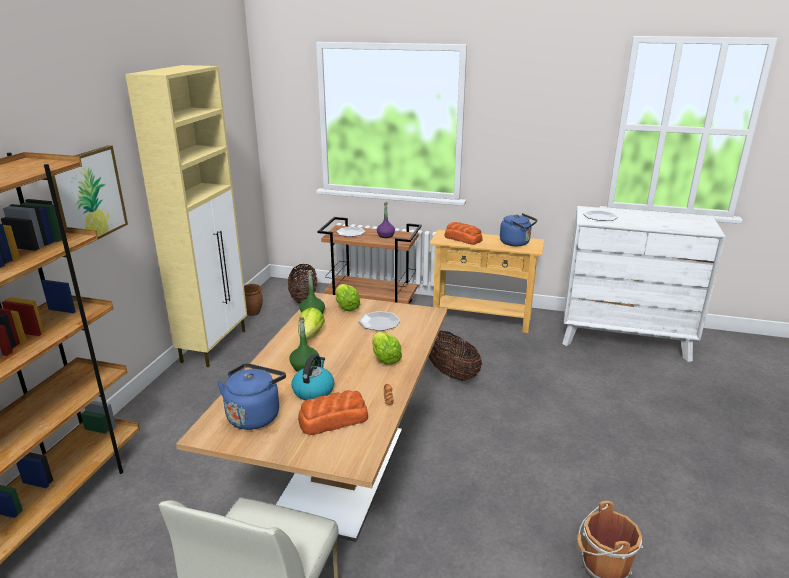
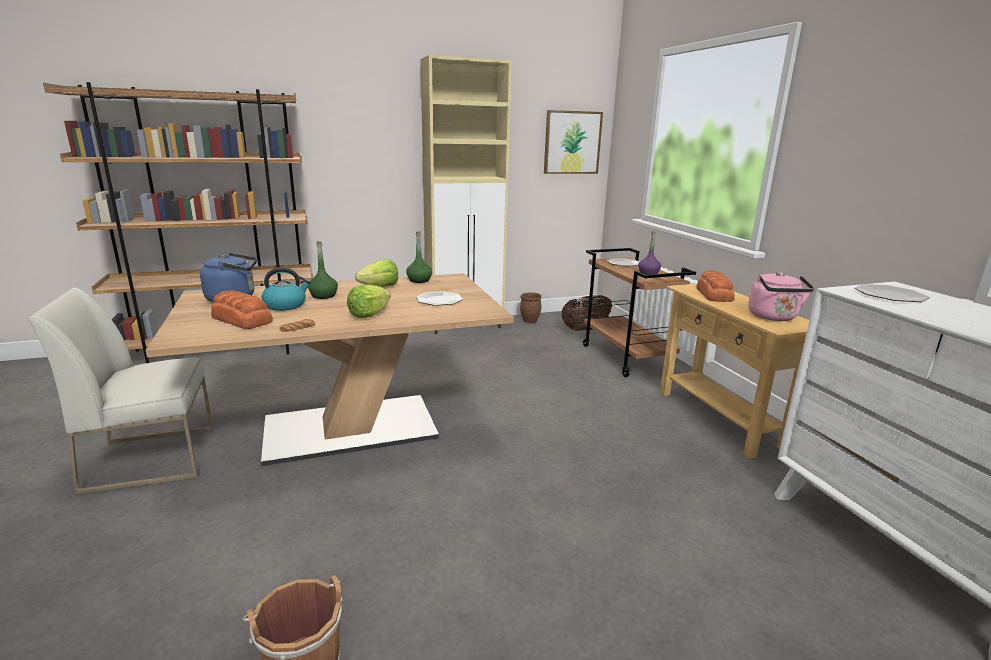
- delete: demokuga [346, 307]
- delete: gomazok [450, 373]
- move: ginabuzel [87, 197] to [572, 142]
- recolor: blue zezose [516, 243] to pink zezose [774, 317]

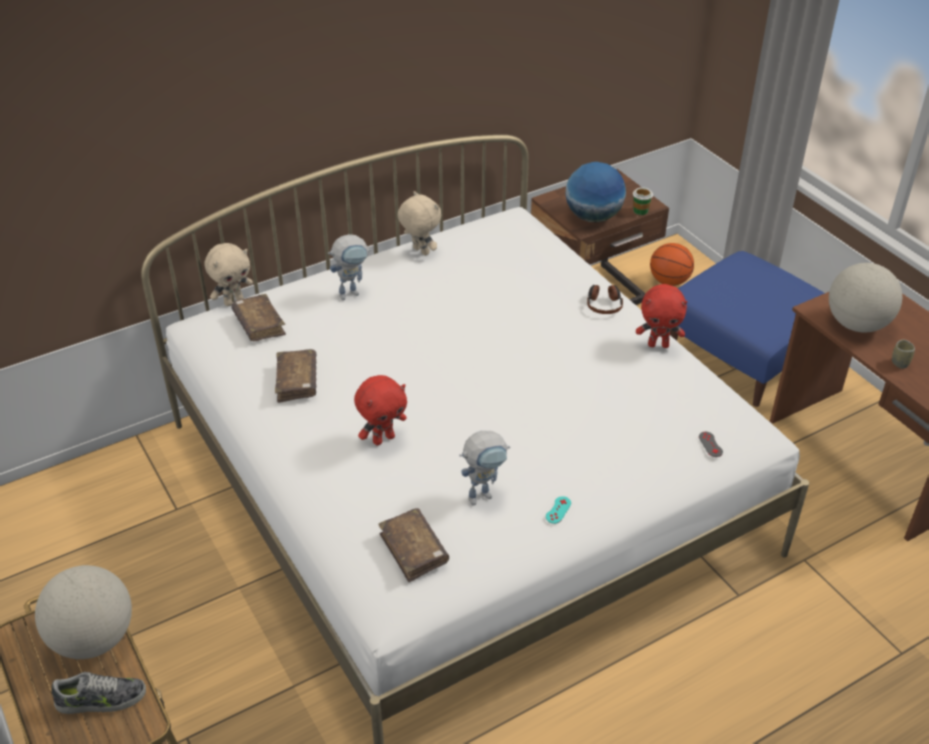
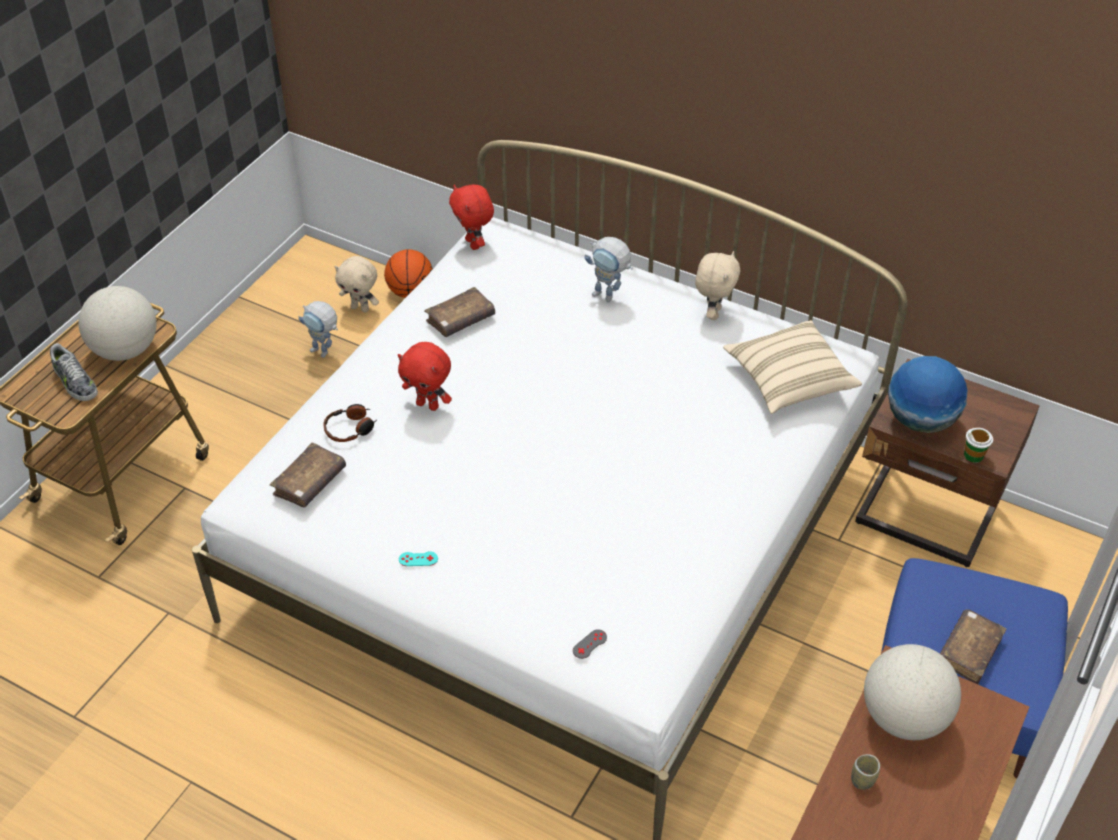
- insert: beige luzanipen [789, 380]
- move: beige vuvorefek [233, 301] to [360, 308]
- move: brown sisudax [259, 324] to [969, 651]
- move: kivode [484, 494] to [324, 353]
- move: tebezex [604, 304] to [350, 429]
- move: red vuvorefek [658, 344] to [474, 244]
- move: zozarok [668, 281] to [410, 291]

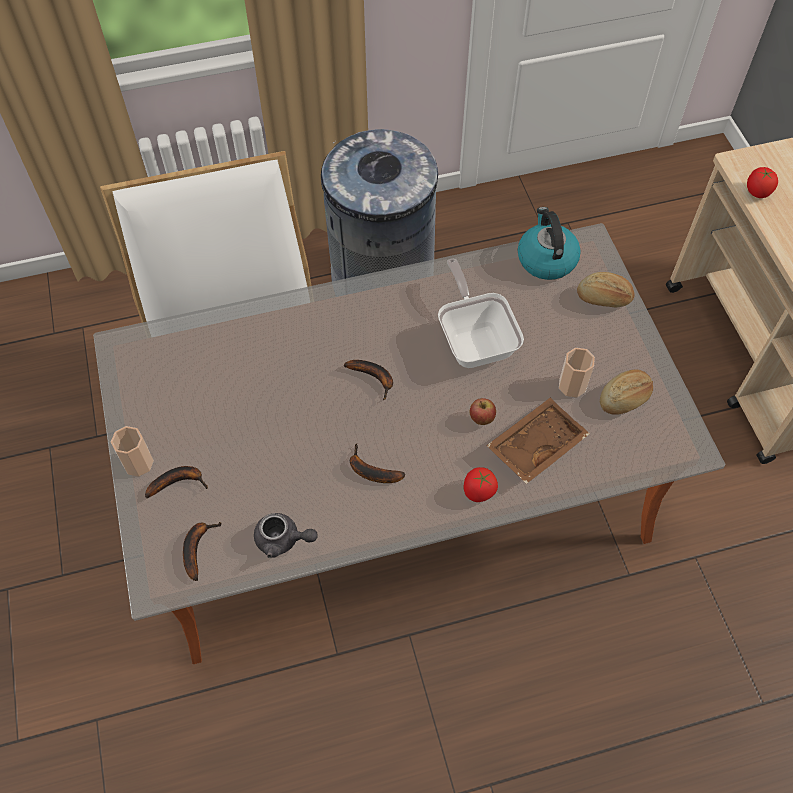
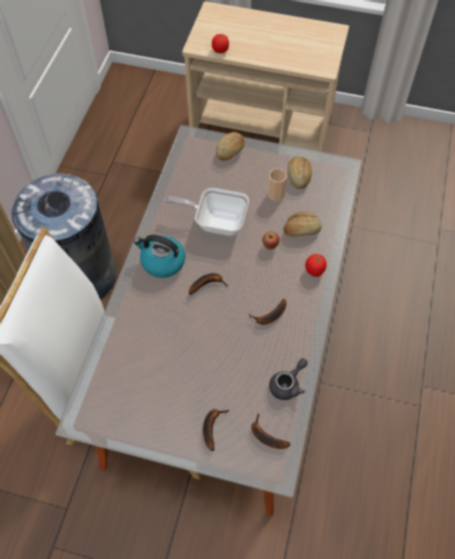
- delete: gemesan [138, 463]
- move: zezose [546, 259] to [162, 262]
- replace: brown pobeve [535, 445] to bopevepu [301, 230]

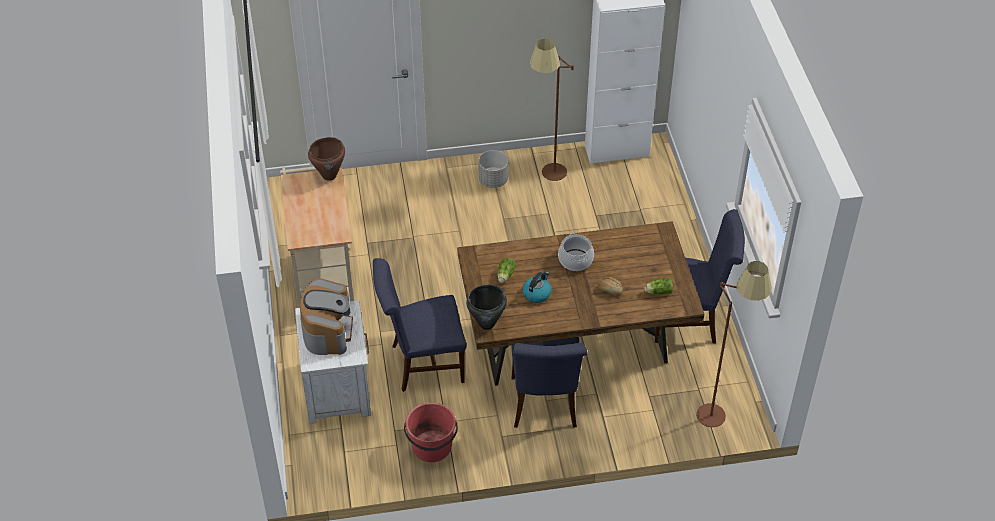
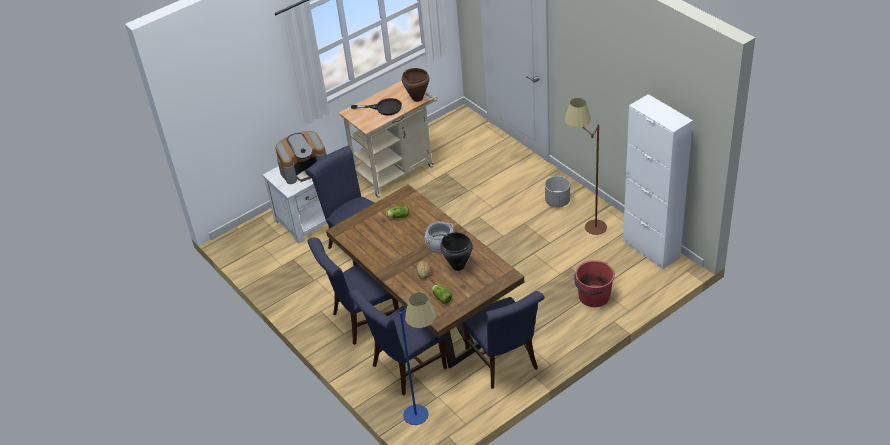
- delete: zezose [537, 293]
- insert: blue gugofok [405, 368]
- insert: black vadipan [383, 108]
- move: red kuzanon [432, 447] to [593, 296]
- move: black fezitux [487, 324] to [458, 266]
- recolor: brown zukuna [721, 409] to blue zukuna [426, 418]

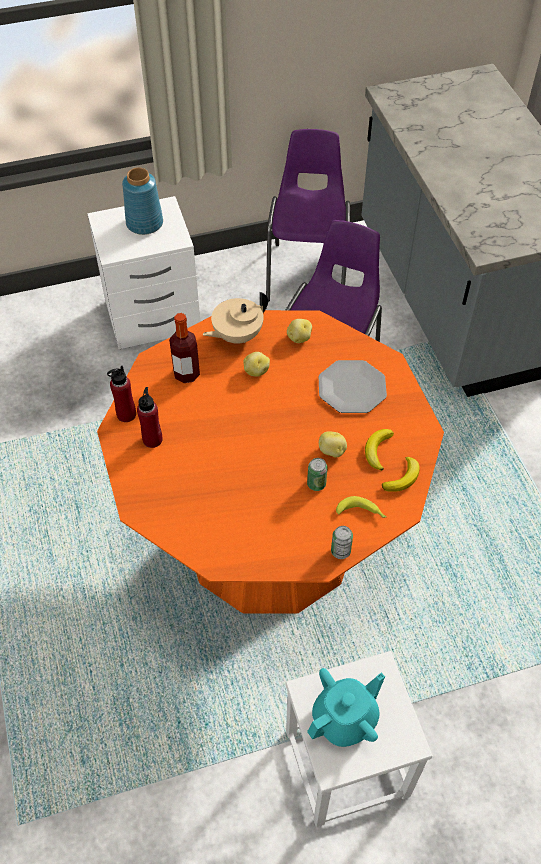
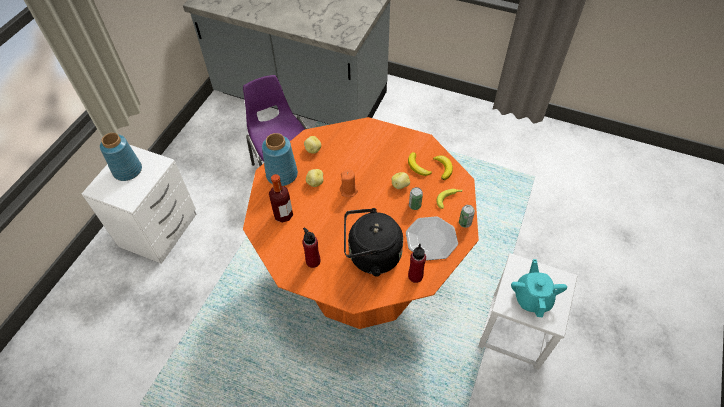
- delete: purple gugofok [308, 272]
- insert: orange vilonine [348, 190]
- insert: black zezose [371, 256]
- move: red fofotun [126, 414] to [415, 276]
- move: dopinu [352, 388] to [431, 239]
- replace: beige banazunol [237, 335] to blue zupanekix [281, 175]

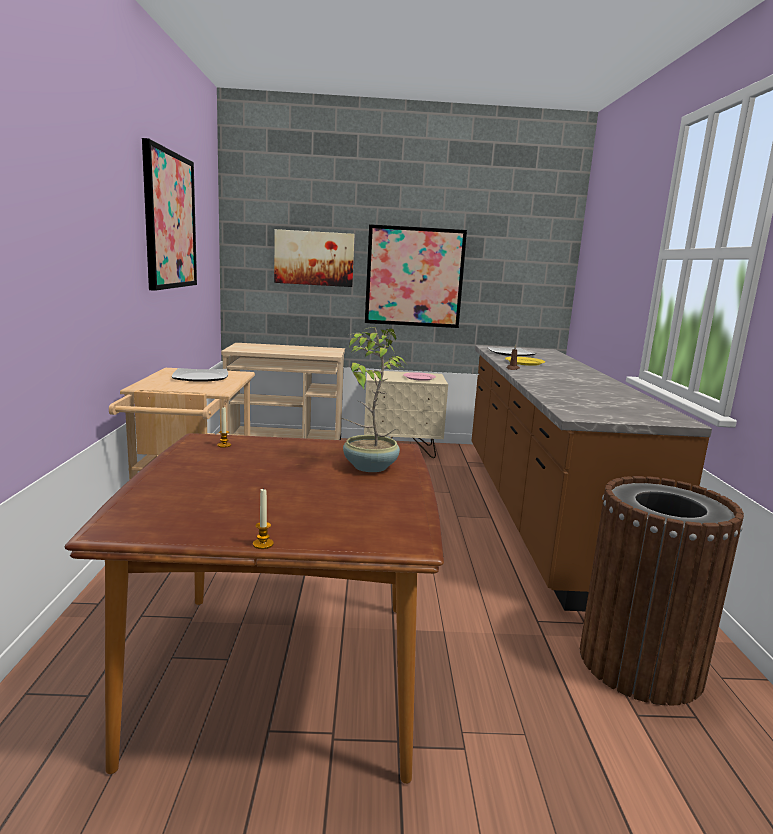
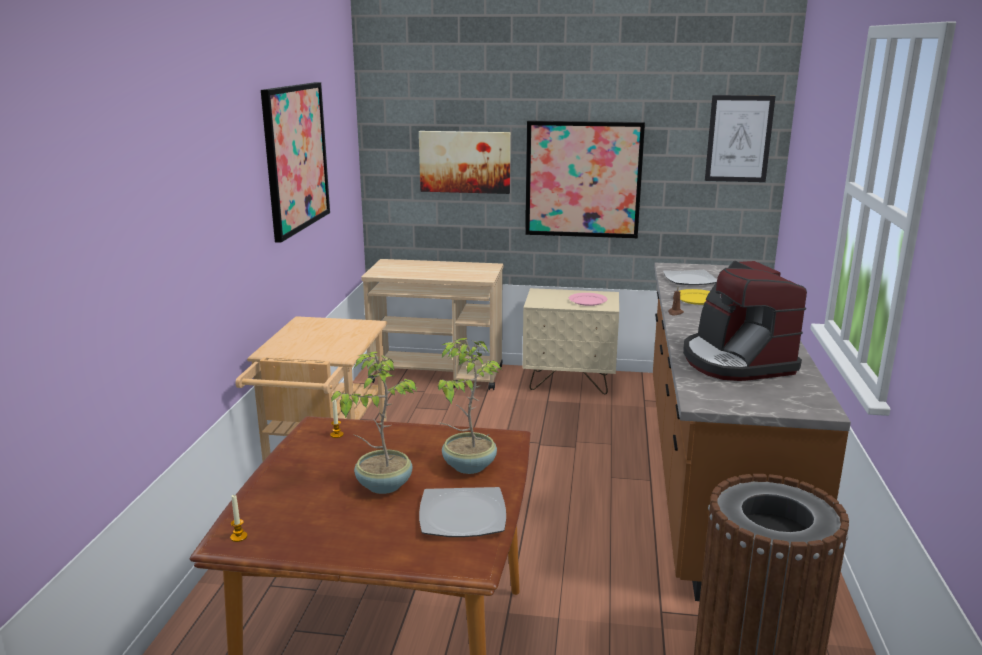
- insert: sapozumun [383, 485]
- insert: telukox [735, 361]
- insert: ginabuzel [739, 139]
- move: dopinu [201, 377] to [463, 516]
- move: vilonine [263, 544] to [239, 537]

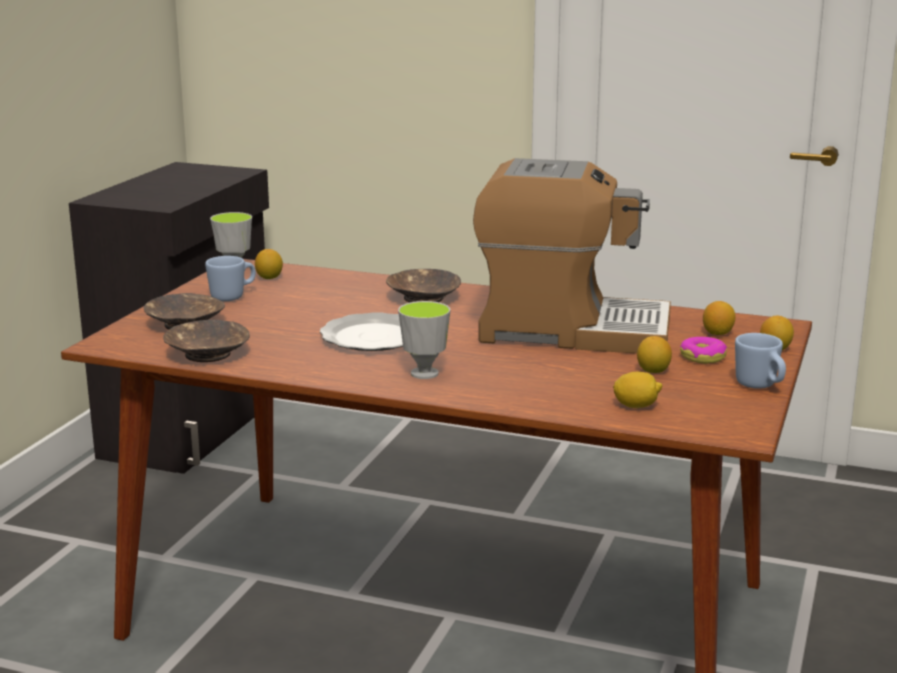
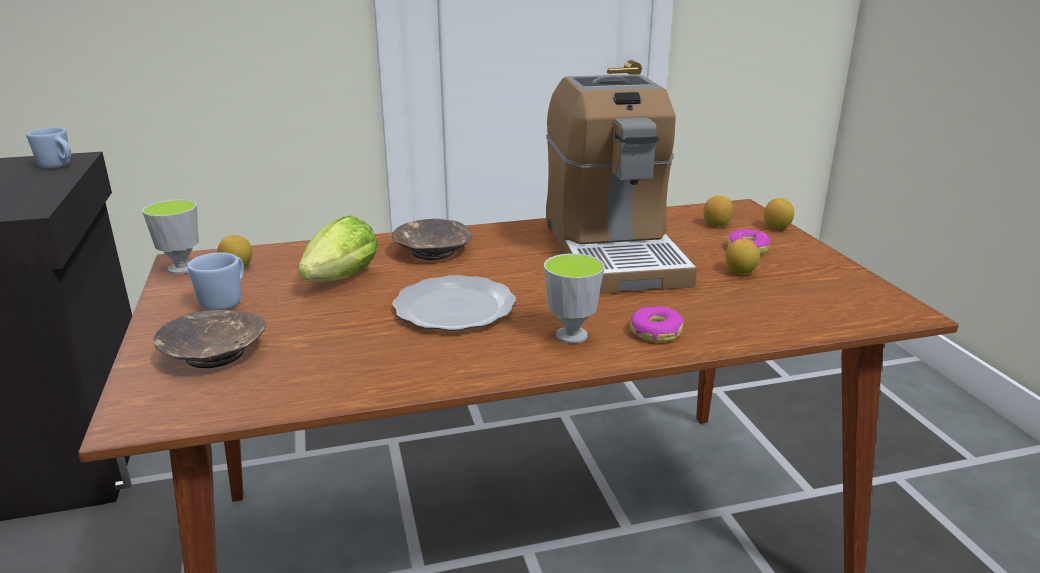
- delete: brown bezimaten [206, 354]
- delete: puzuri [636, 406]
- insert: demokuga [338, 281]
- insert: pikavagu [655, 332]
- move: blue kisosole [760, 386] to [58, 166]
- rotate: telukox [570, 331] = [612, 251] 105 degrees clockwise

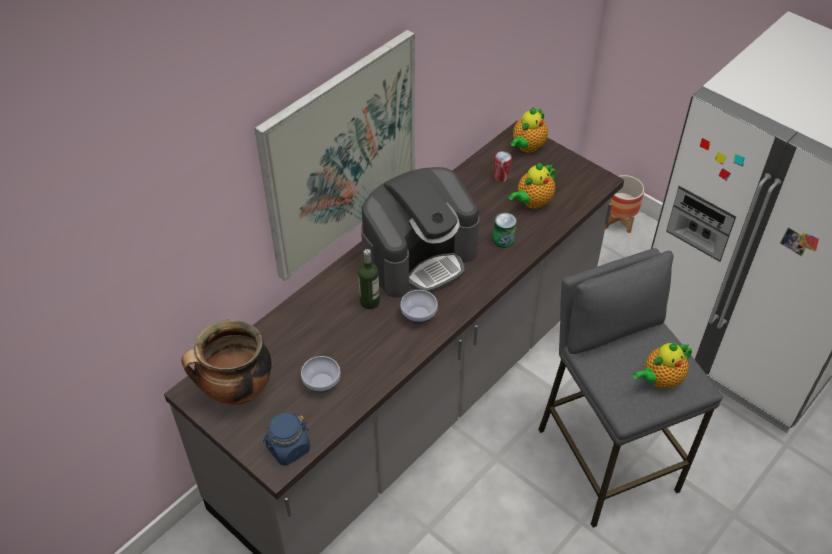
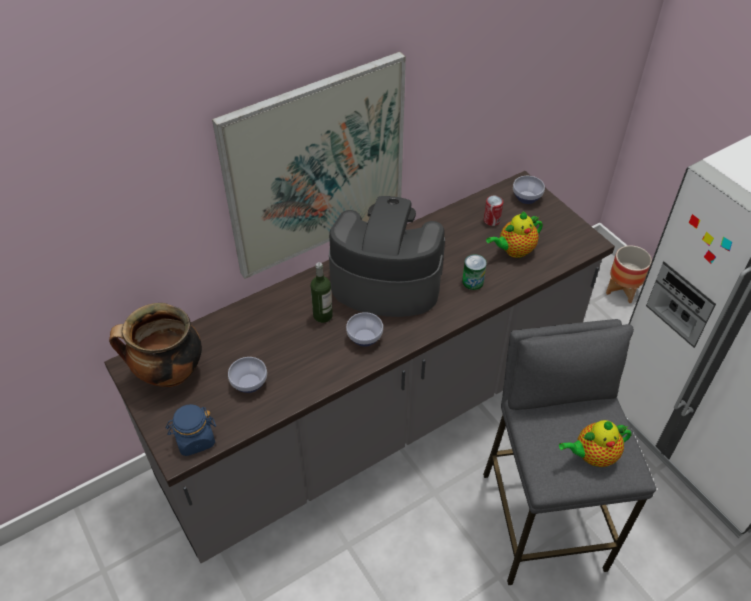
- replace: banazunol [527, 147] to bezimaten [526, 197]
- rotate: telukox [419, 257] = [385, 282] 150 degrees counterclockwise

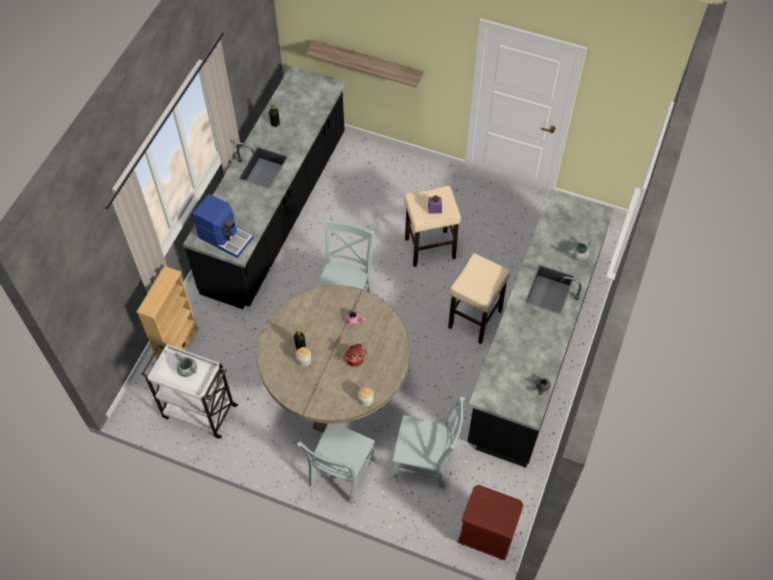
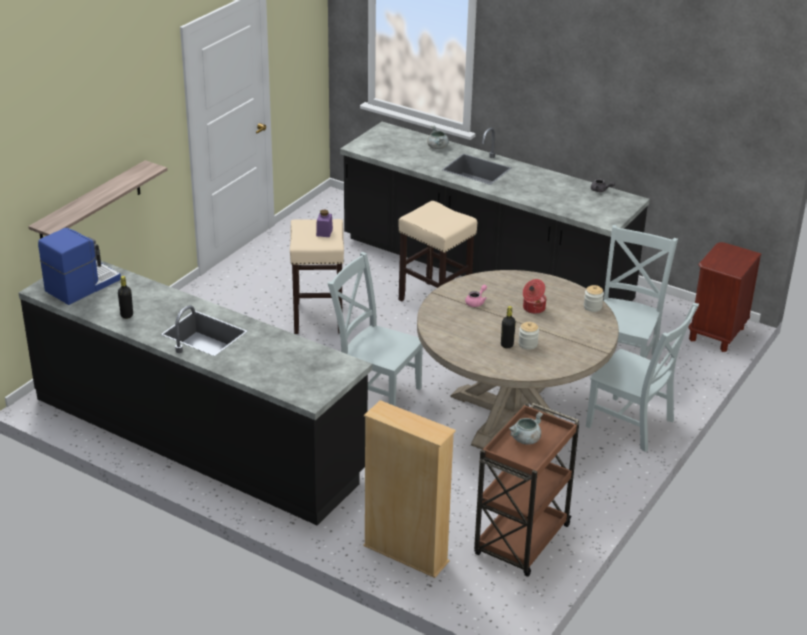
- move: telukox [225, 237] to [81, 285]
- recolor: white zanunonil [198, 411] to brown zanunonil [521, 542]

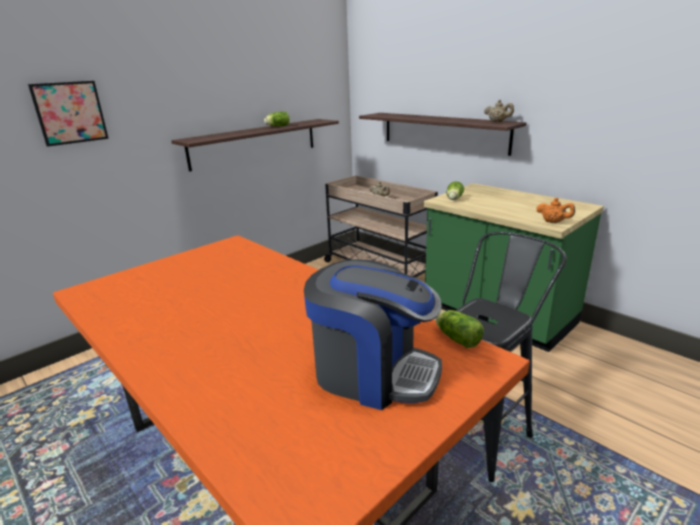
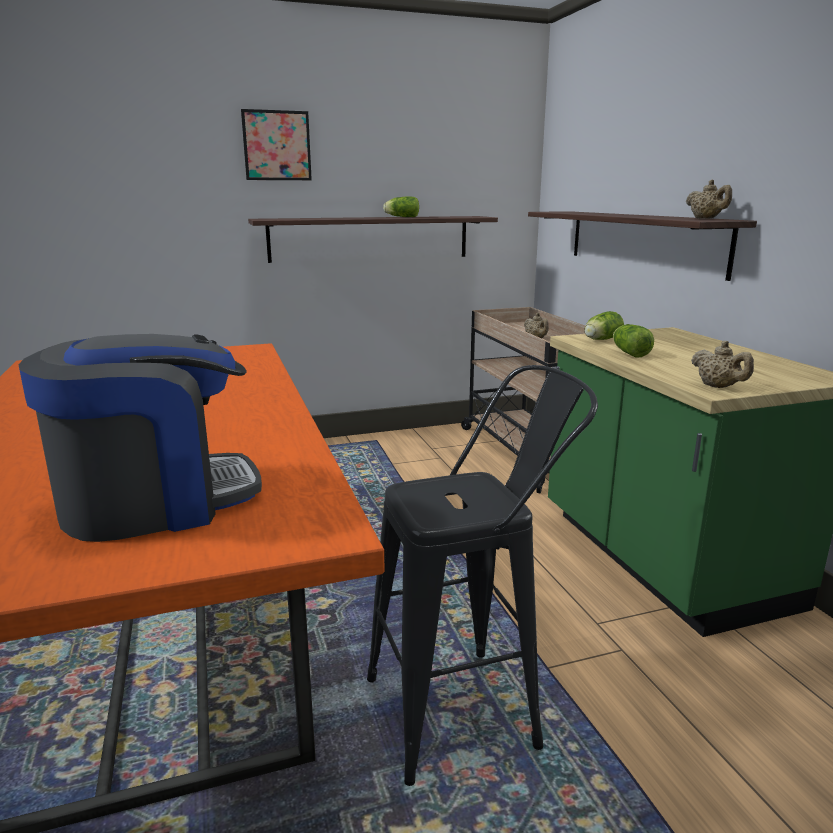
- move: ginabuzel [70, 113] to [277, 145]
- move: demokuga [456, 338] to [629, 353]
- recolor: orange banazunol [553, 222] to beige banazunol [718, 387]
- rotate: telukox [373, 372] = [157, 501] 75 degrees counterclockwise

